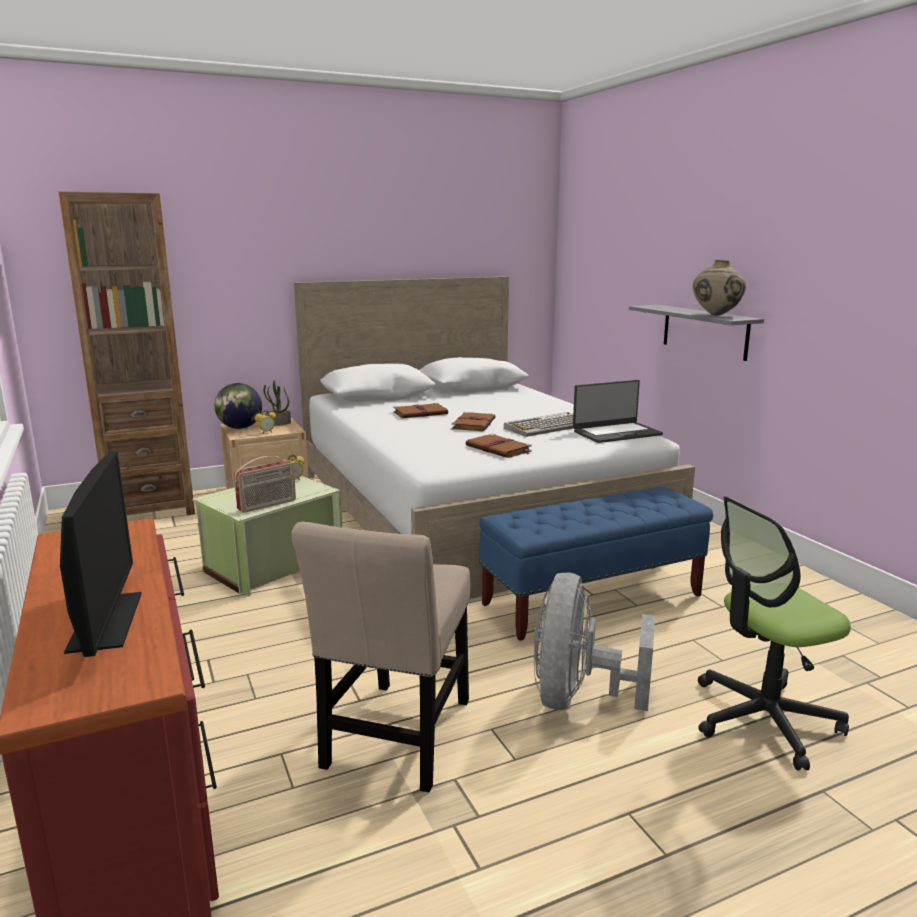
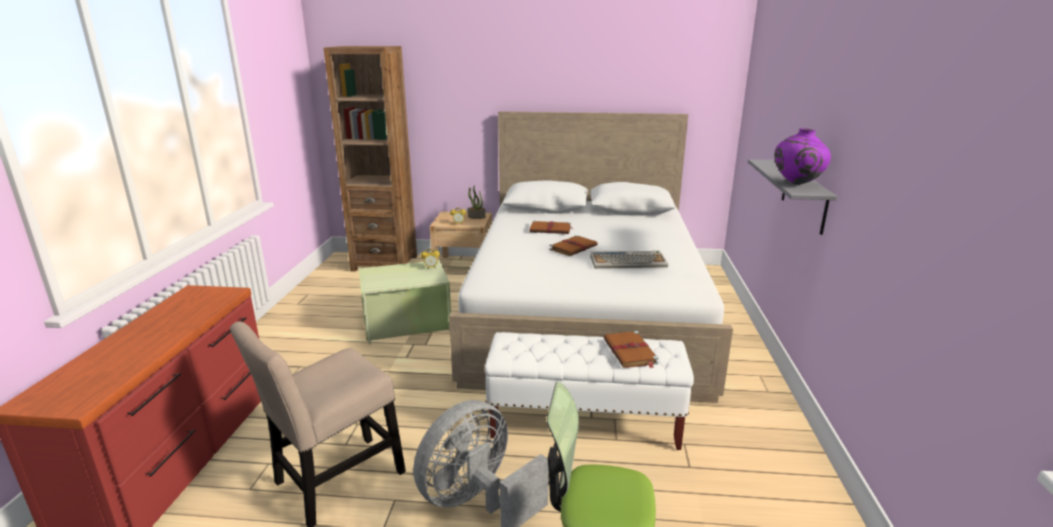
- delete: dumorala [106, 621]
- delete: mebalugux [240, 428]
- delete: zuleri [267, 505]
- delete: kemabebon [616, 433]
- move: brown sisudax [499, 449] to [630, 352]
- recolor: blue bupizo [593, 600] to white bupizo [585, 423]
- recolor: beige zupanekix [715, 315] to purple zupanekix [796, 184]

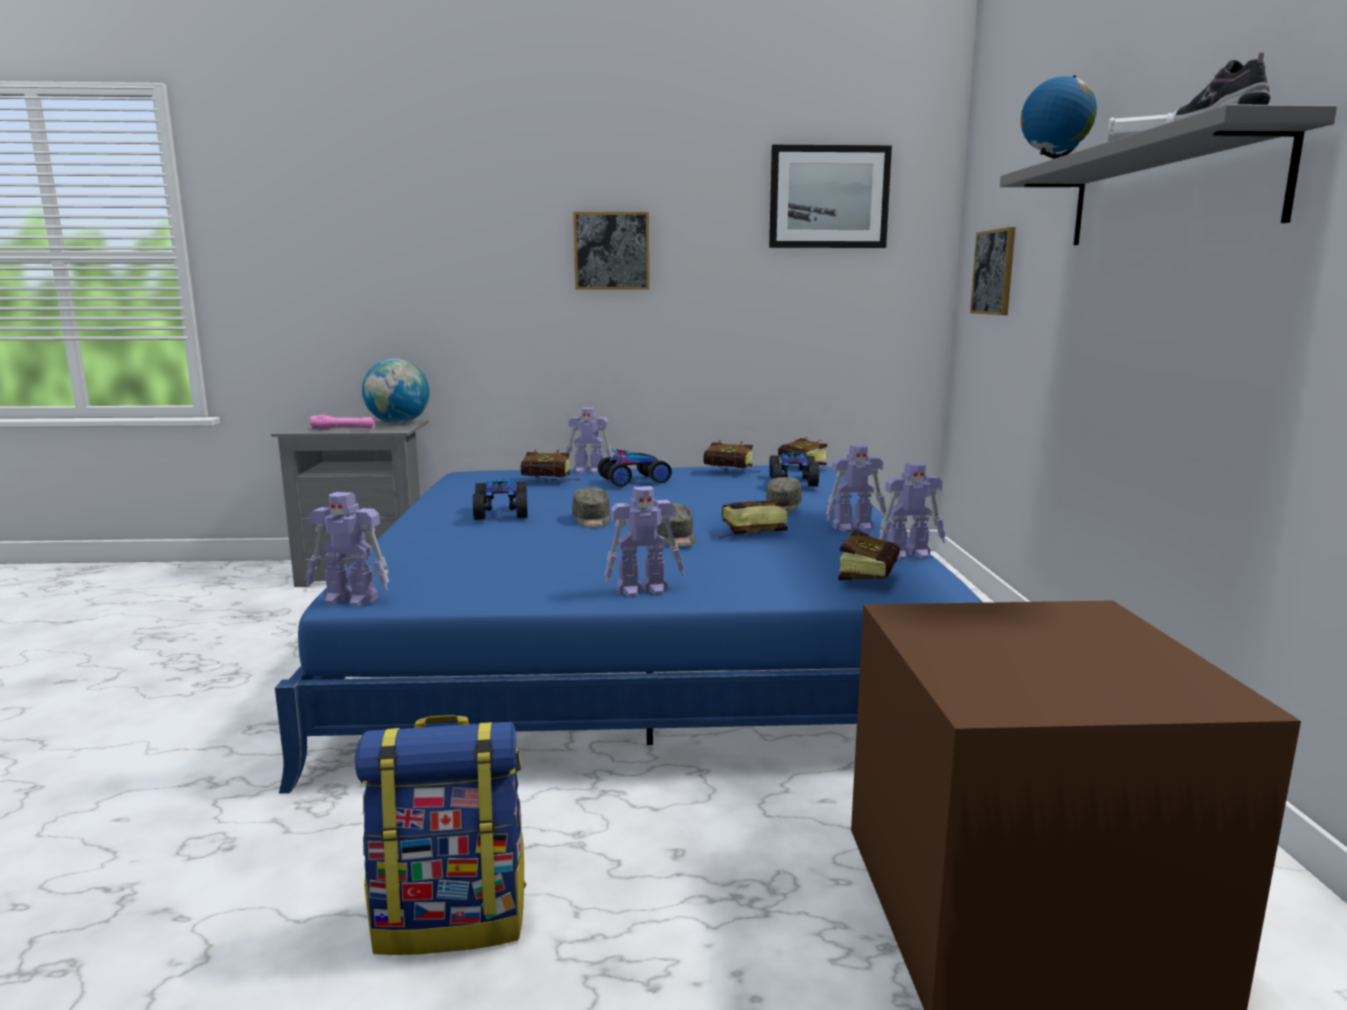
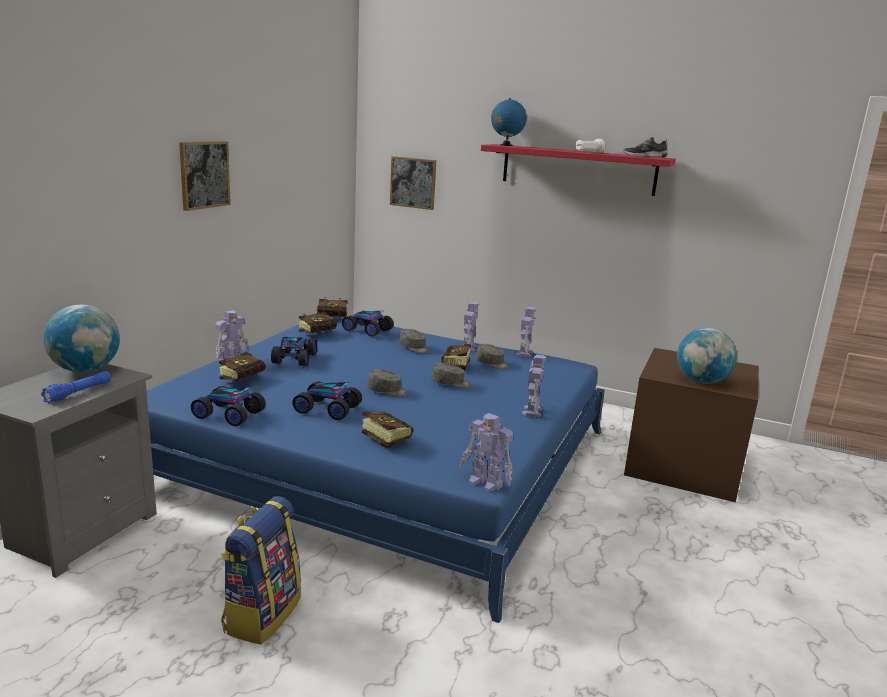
- delete: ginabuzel [829, 197]
- insert: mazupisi [229, 414]
- insert: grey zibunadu [491, 364]
- insert: mebalugux [701, 381]
- move: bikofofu [453, 918] to [262, 614]
- move: sisudax [869, 577] to [382, 438]
- recolor: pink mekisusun [343, 429] to blue mekisusun [78, 392]
- recolor: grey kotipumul [1167, 192] to red kotipumul [578, 169]
- rotate: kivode [352, 599] = [486, 483] 90 degrees clockwise

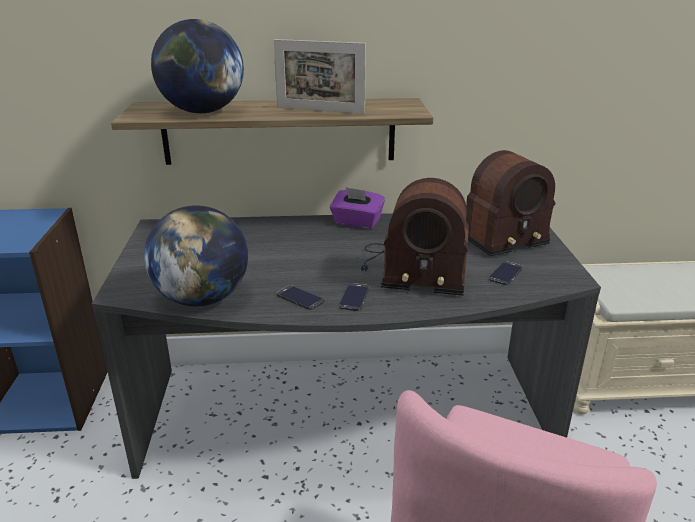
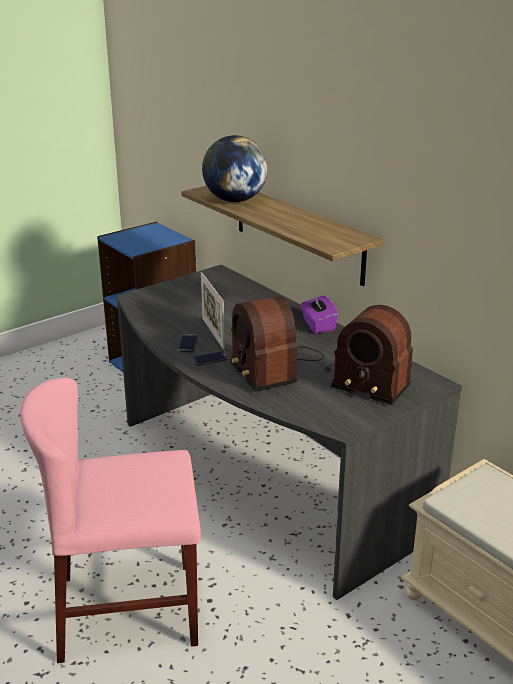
- delete: mebalugux [202, 298]
- delete: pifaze [505, 273]
- move: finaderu [320, 110] to [213, 333]

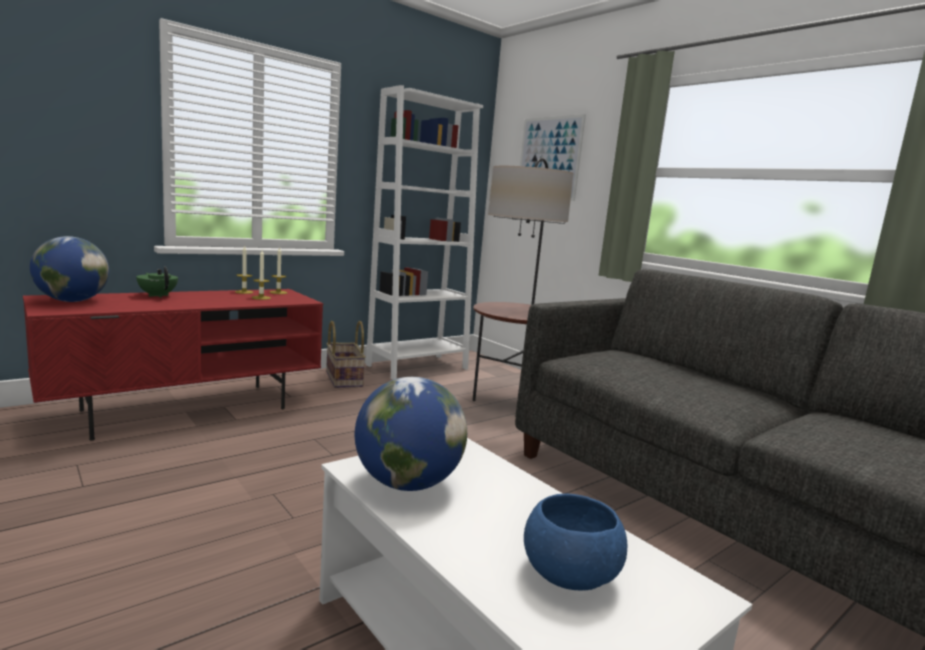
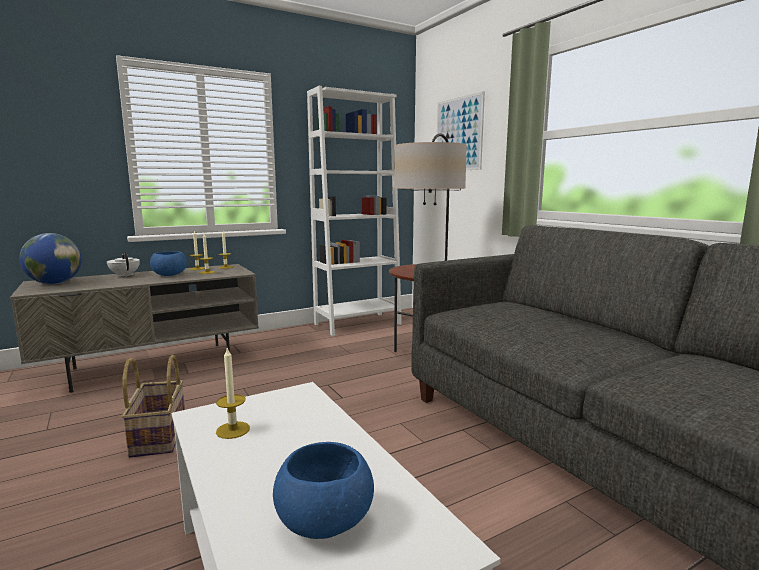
- insert: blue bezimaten [170, 275]
- move: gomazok [343, 379] to [157, 436]
- replace: mebalugux [407, 483] to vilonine [233, 430]
- recolor: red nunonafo [187, 409] to grey nunonafo [154, 365]
- recolor: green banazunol [158, 295] to white banazunol [125, 275]

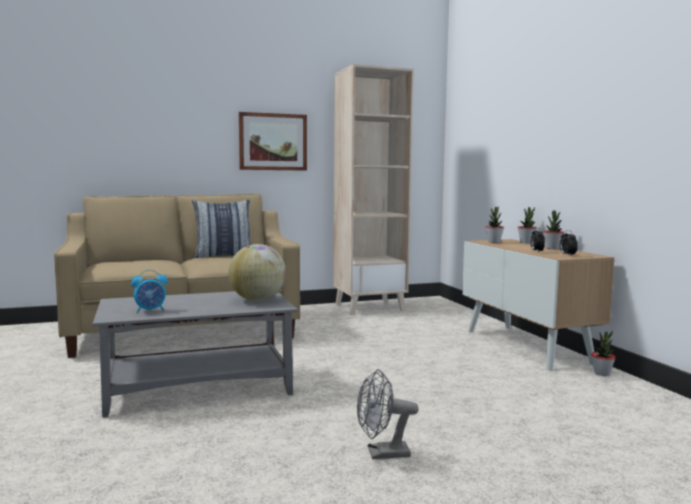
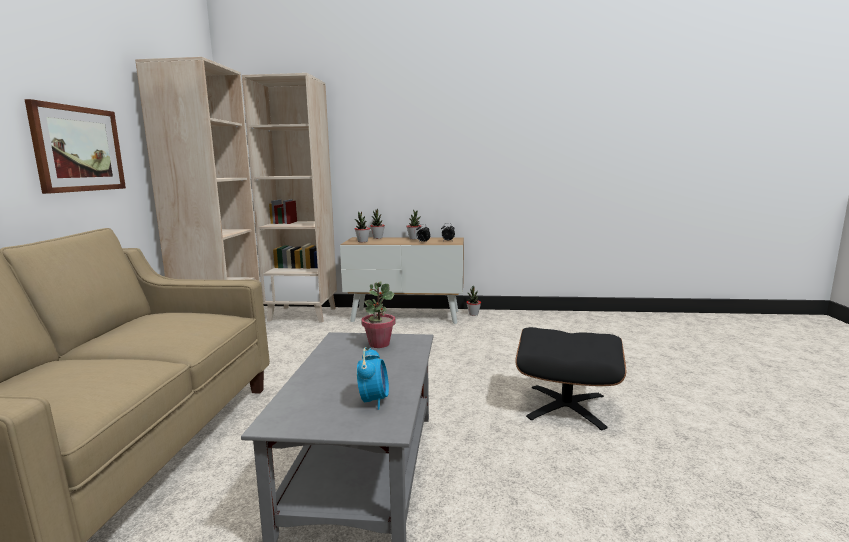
- delete: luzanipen [224, 255]
- insert: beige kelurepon [303, 314]
- replace: mebalugux [257, 300] to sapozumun [379, 344]
- replace: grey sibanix [382, 454] to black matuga [566, 406]

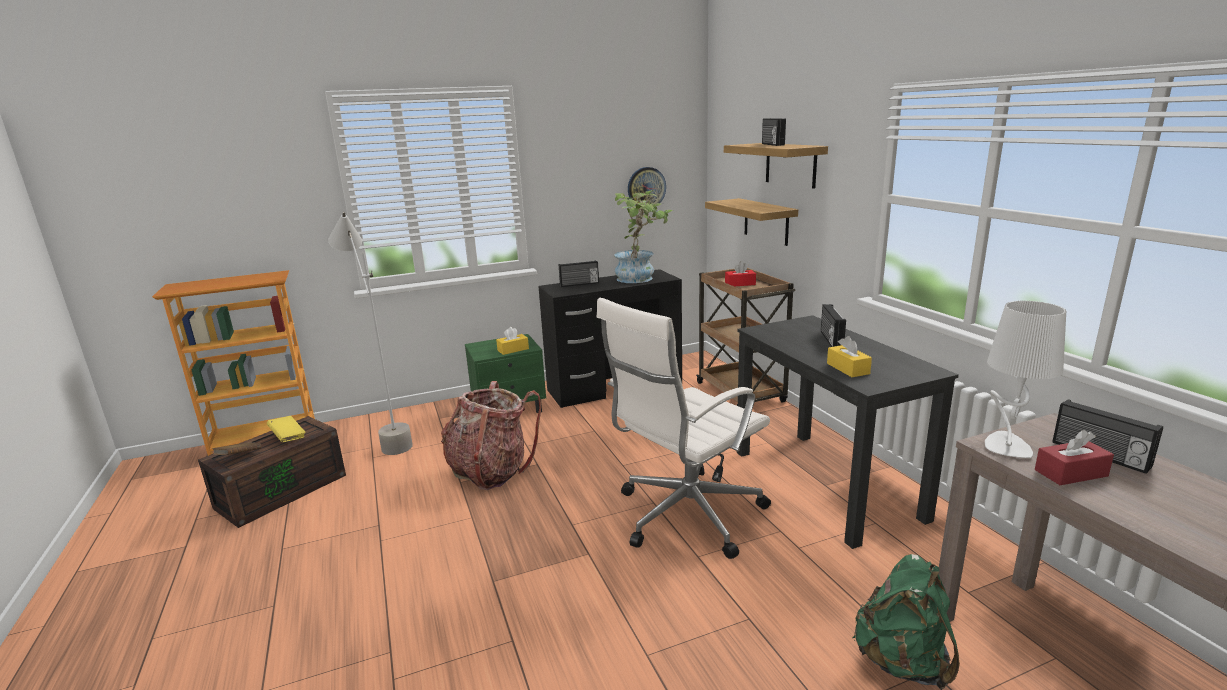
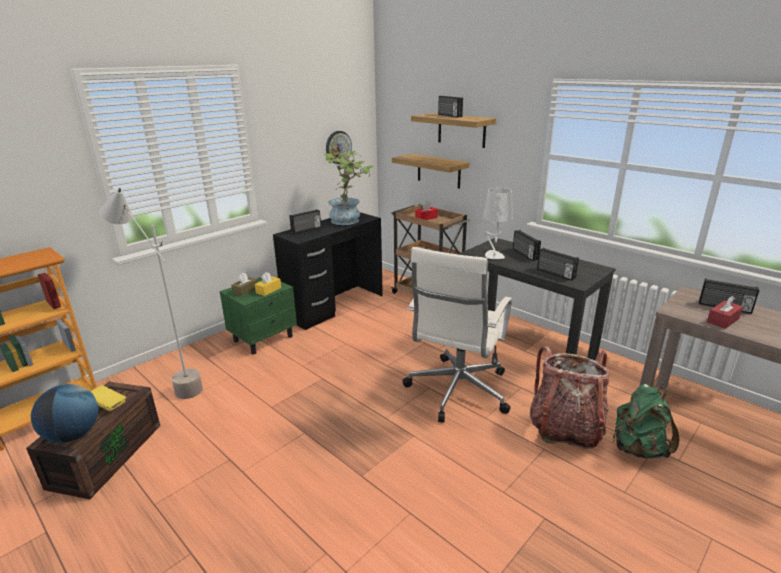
- insert: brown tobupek [245, 291]
- move: bikofofu [491, 471] to [565, 428]
- move: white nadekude [1006, 446] to [493, 255]
- replace: brown sisudax [239, 457] to mebalugux [73, 435]
- replace: yellow tobupek [848, 368] to zuleri [555, 274]

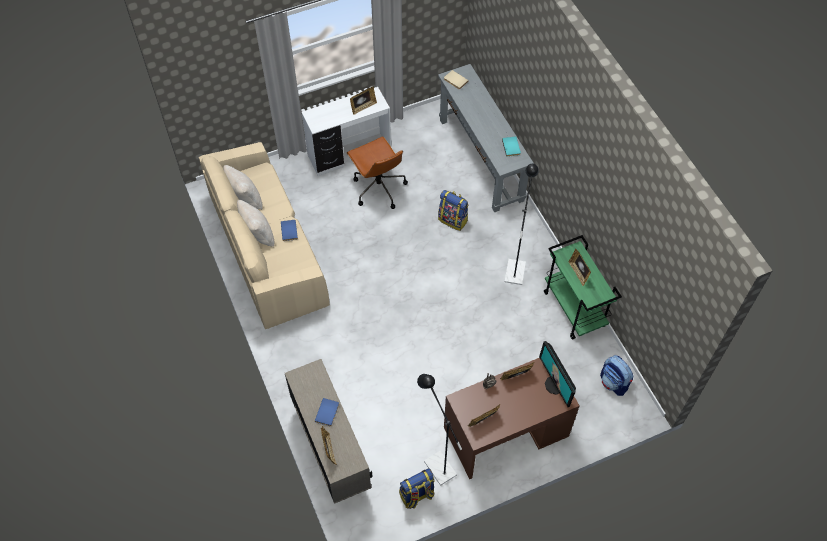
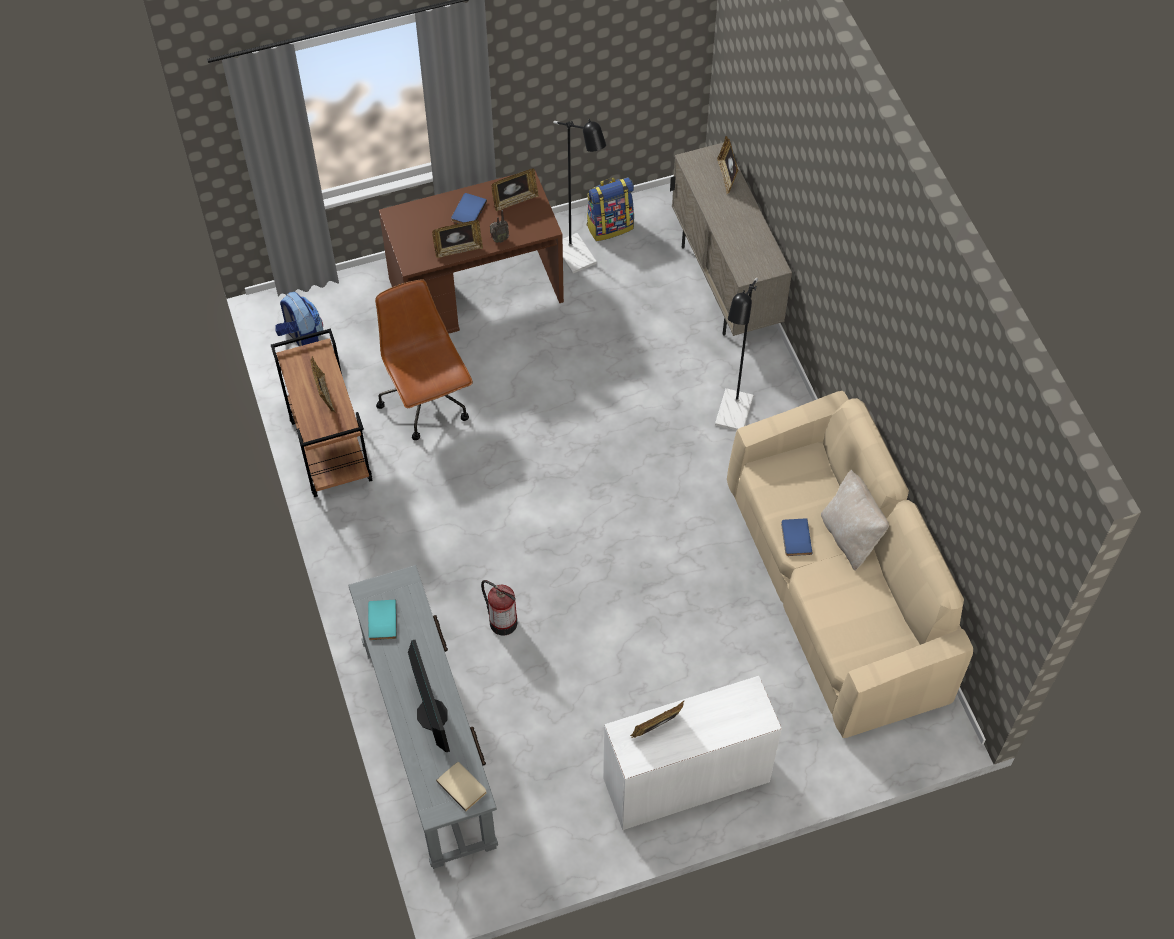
- delete: beige luzanipen [245, 199]
- move: blue sisudax [328, 413] to [467, 211]
- move: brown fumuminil [378, 188] to [427, 402]
- move: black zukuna [515, 267] to [732, 418]
- move: dumorala [554, 385] to [431, 714]
- replace: bikofofu [453, 220] to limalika [501, 621]
- recolor: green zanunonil [574, 309] to brown zanunonil [330, 450]

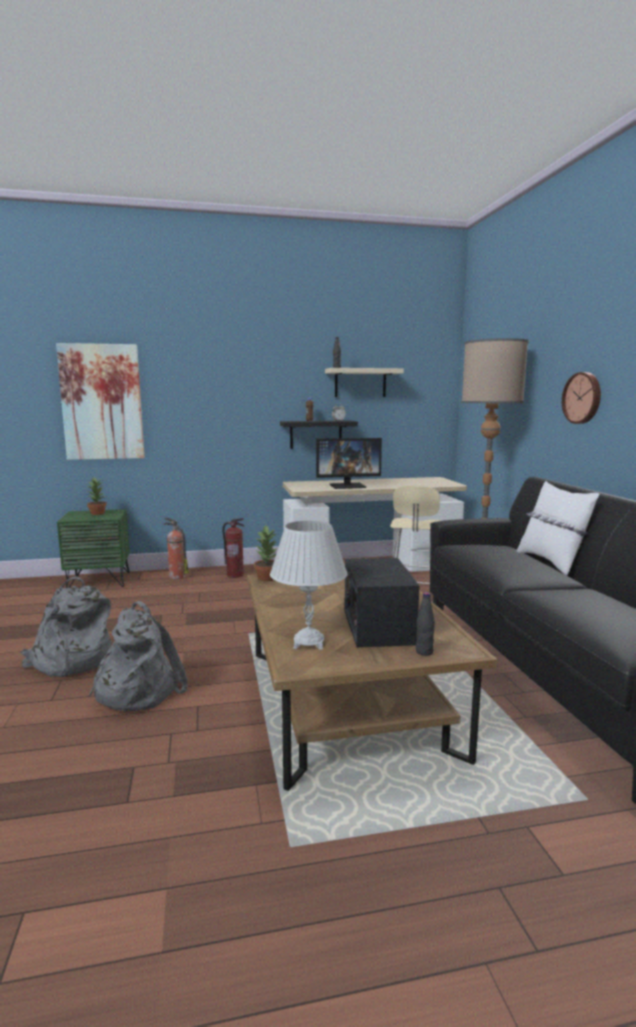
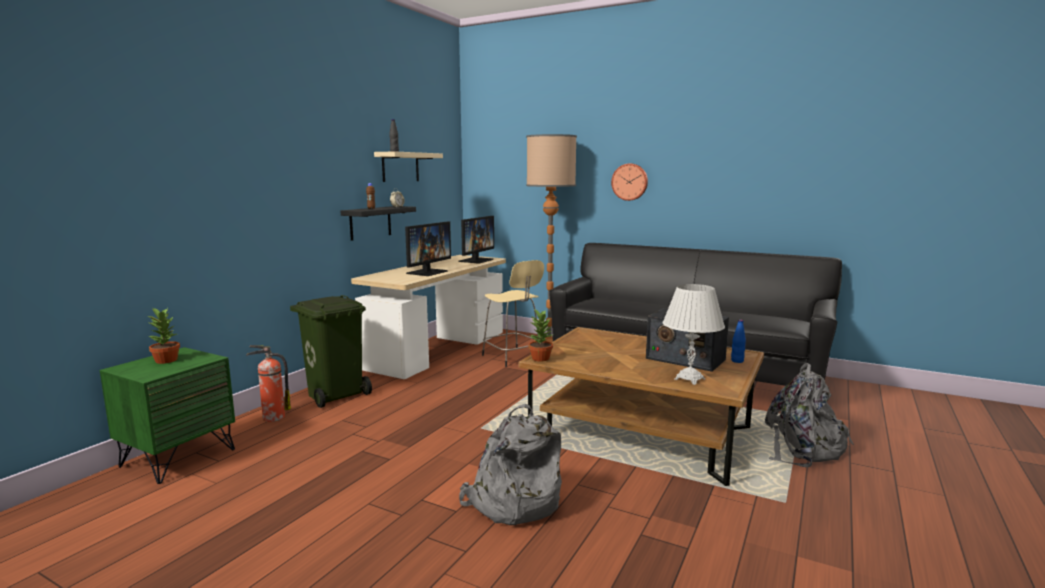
- delete: ginabuzel [102, 402]
- delete: white luzanipen [551, 562]
- insert: dumorala [476, 260]
- move: grey bikofofu [71, 661] to [802, 448]
- replace: limalika [235, 575] to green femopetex [336, 394]
- recolor: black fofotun [424, 652] to blue fofotun [737, 361]

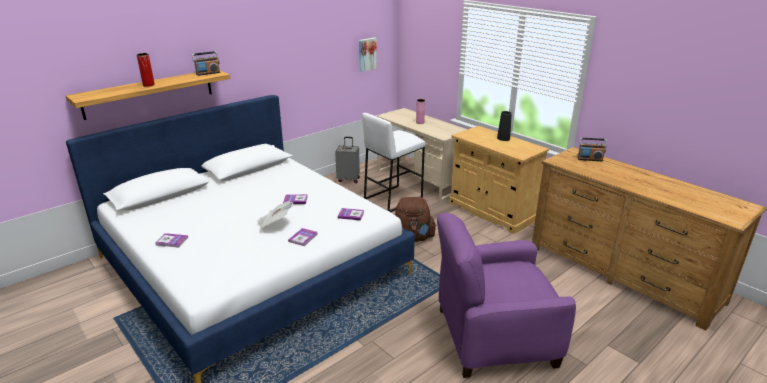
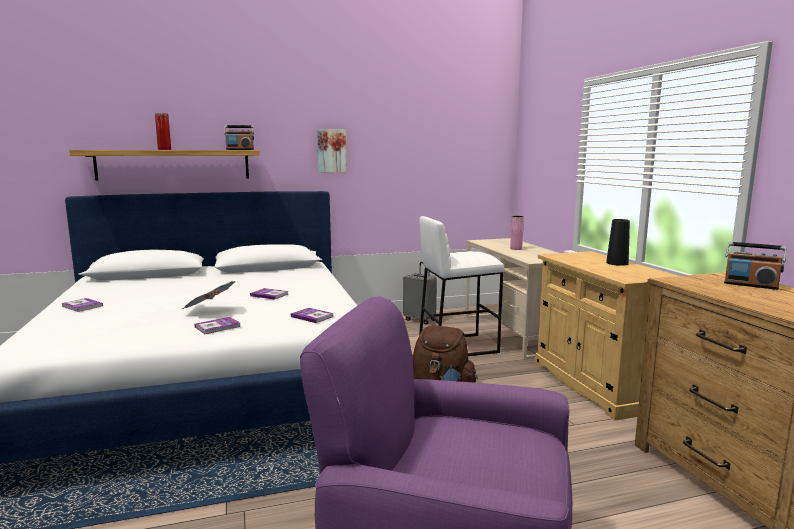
- move: ginabuzel [367, 54] to [331, 151]

